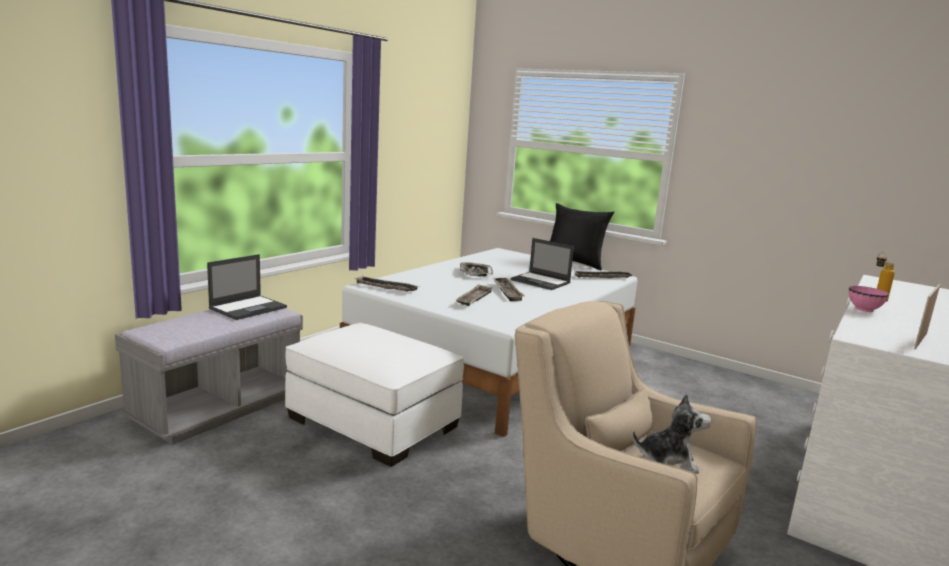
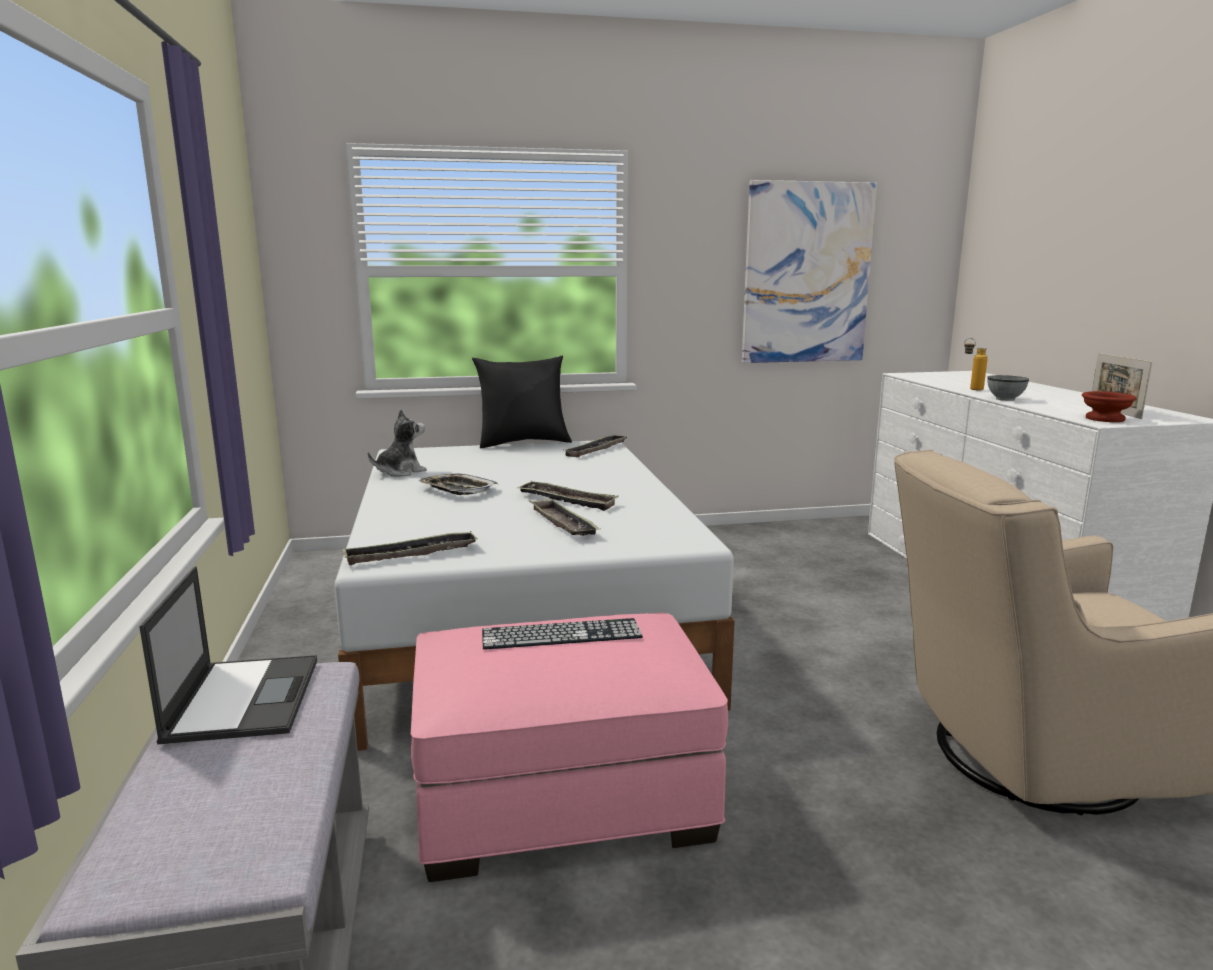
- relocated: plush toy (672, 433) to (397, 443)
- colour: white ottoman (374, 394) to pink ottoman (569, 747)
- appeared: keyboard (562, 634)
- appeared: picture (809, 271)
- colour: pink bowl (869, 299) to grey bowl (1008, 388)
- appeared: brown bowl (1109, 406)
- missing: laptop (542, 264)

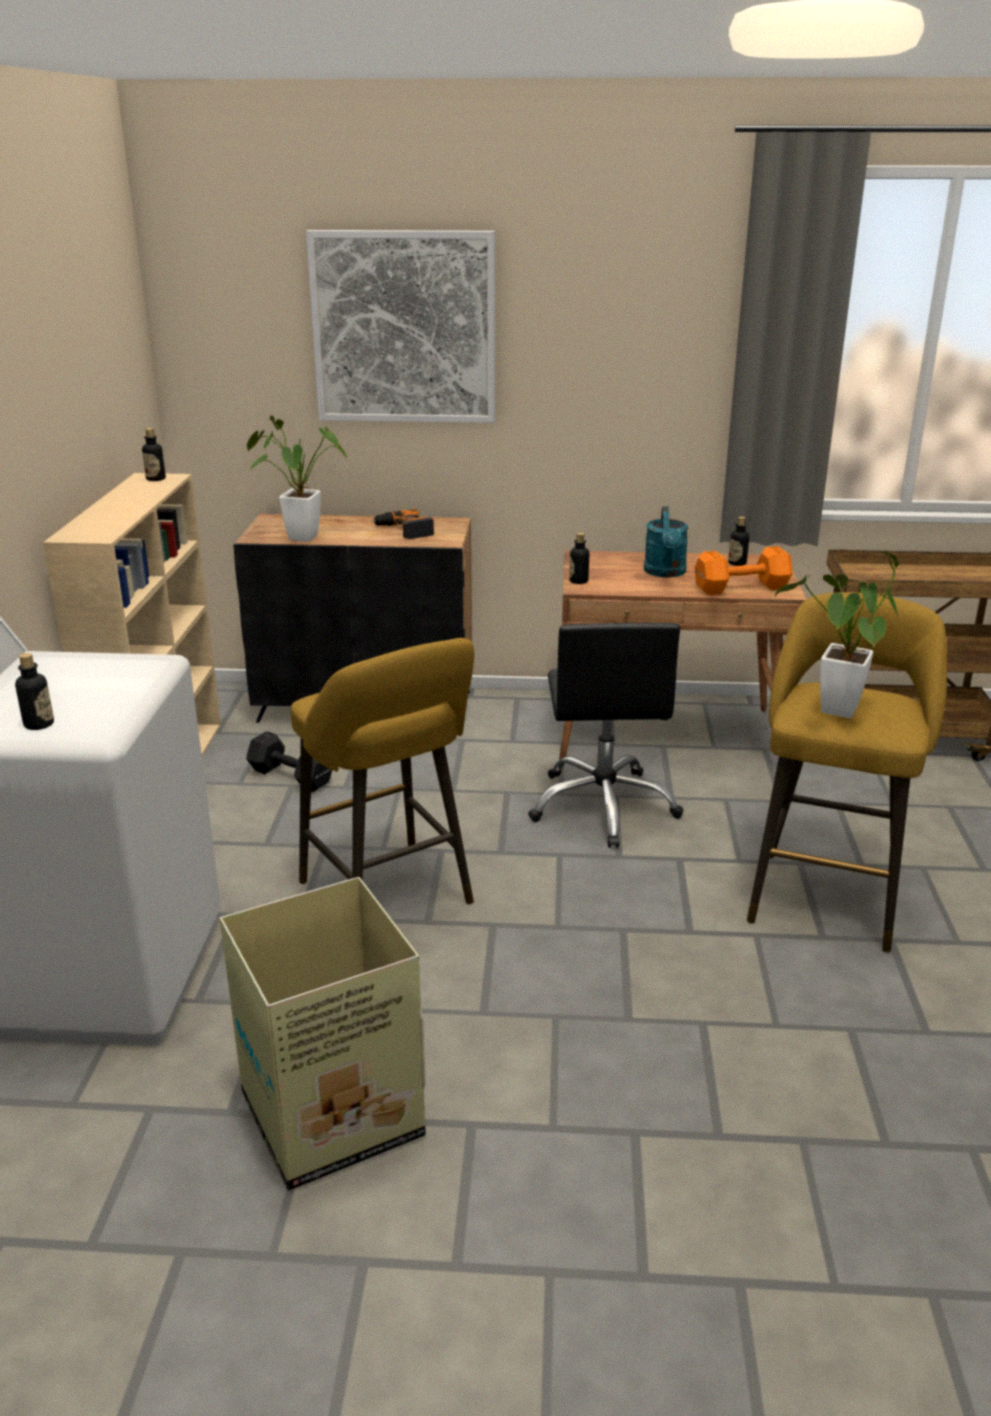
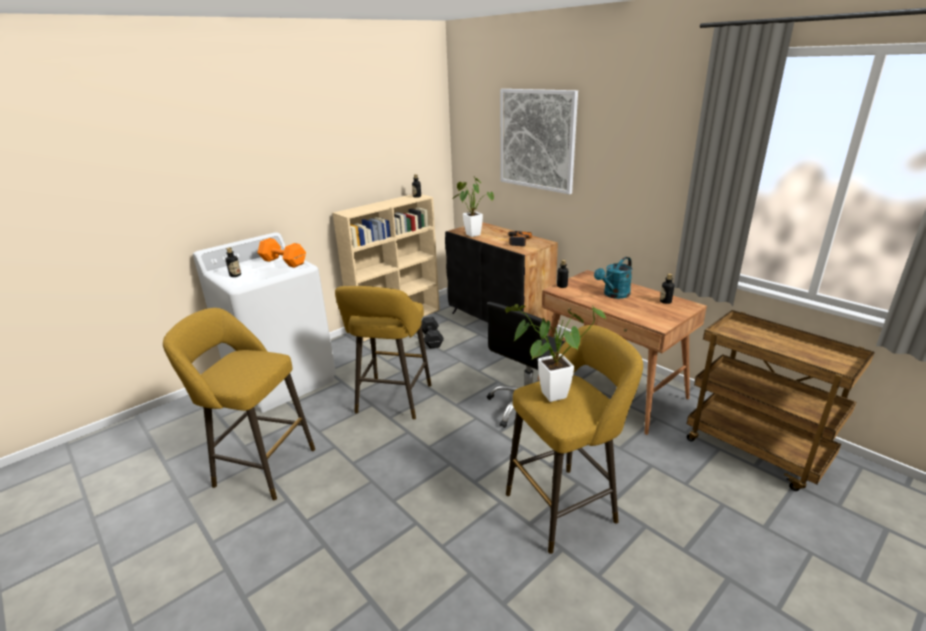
- exchanged: cardboard box (323, 1034) to yellow stool (239, 404)
- relocated: orange dumbbell (743, 570) to (281, 253)

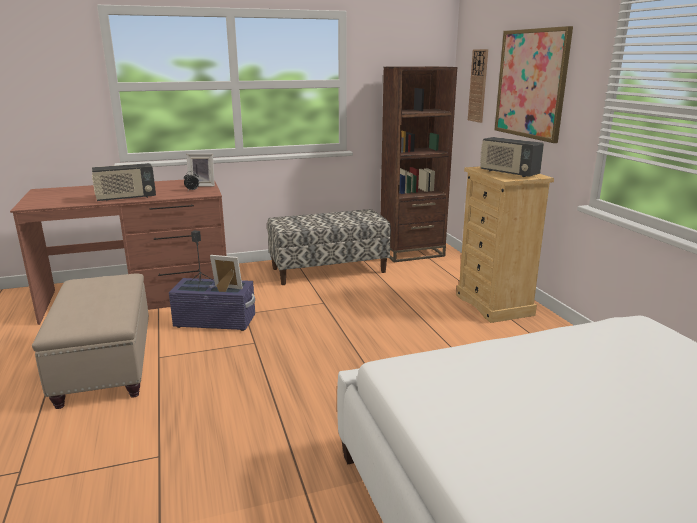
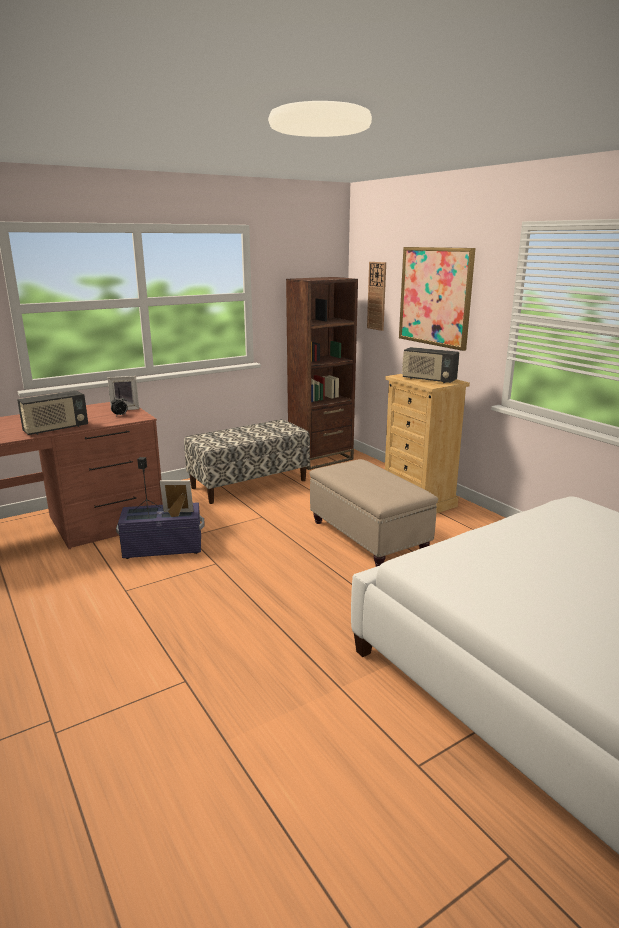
- relocated: beige ottoman (90, 341) to (373, 513)

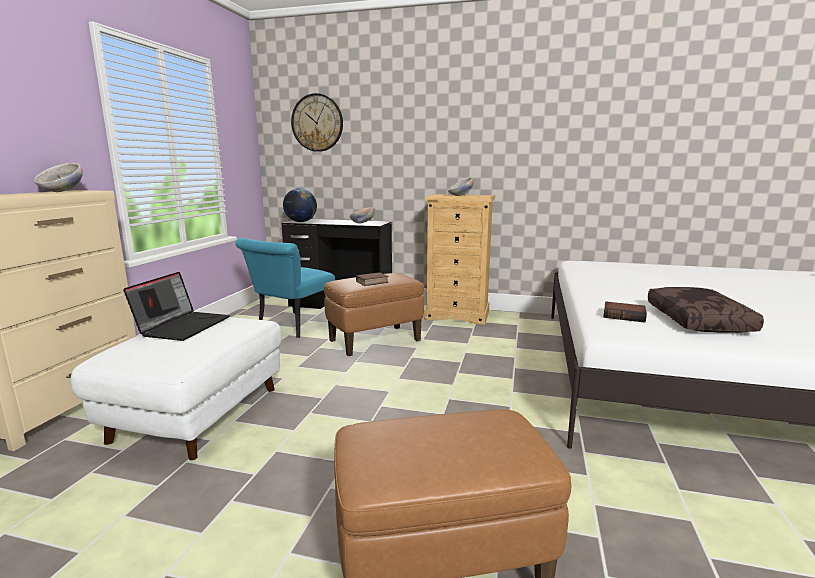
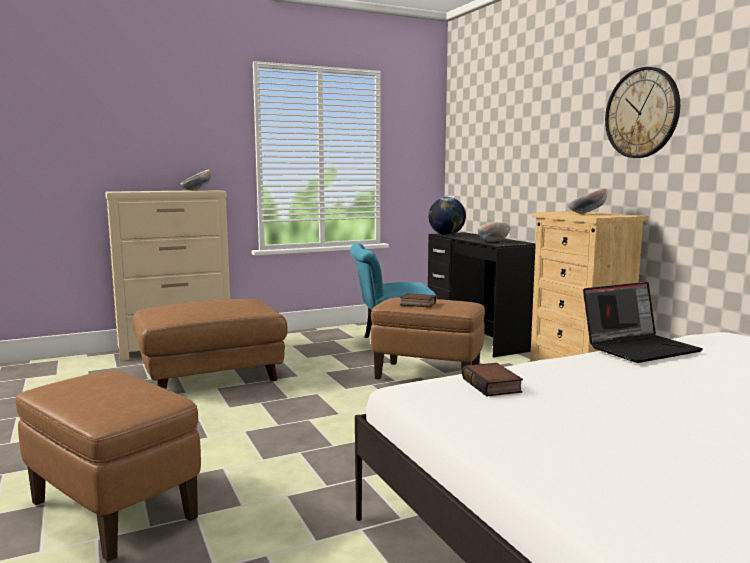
- colour: white ottoman (176, 388) to brown ottoman (210, 344)
- relocated: laptop (176, 306) to (643, 322)
- relocated: wall clock (317, 122) to (642, 112)
- missing: brown pillow (706, 310)

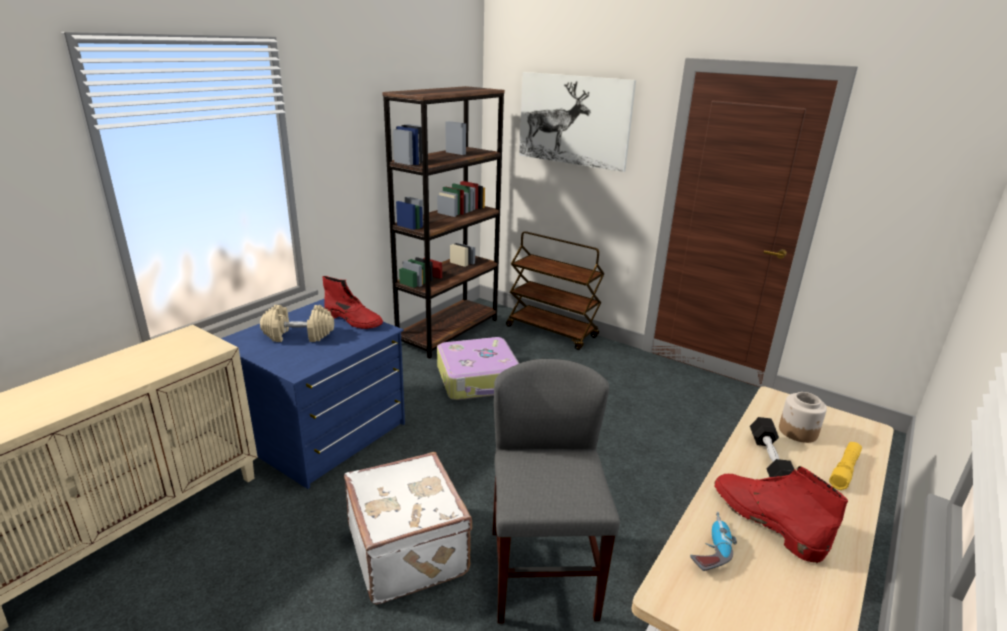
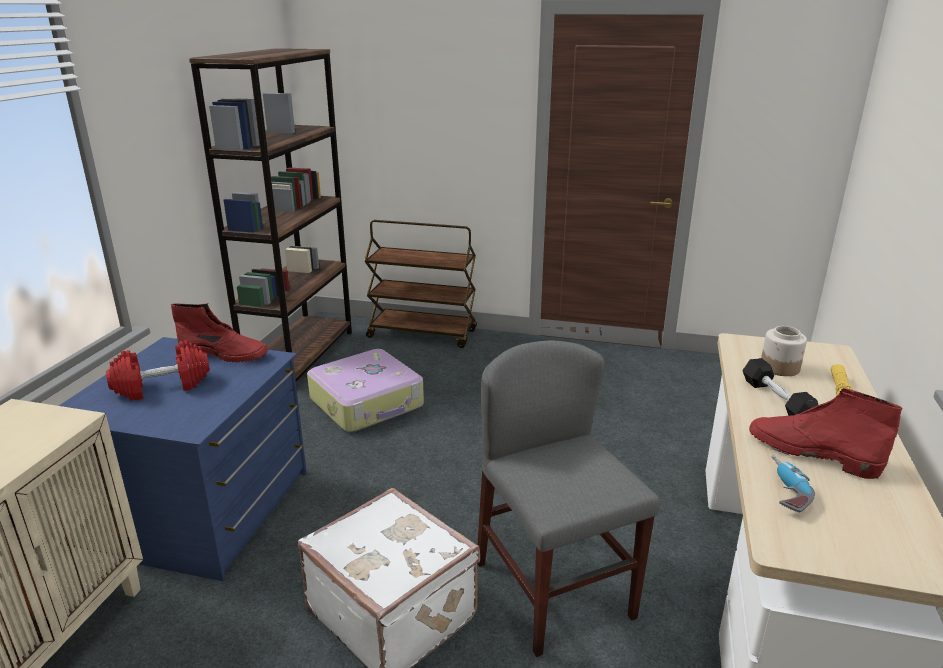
- colour: beige dumbbell (297, 323) to red dumbbell (158, 370)
- missing: picture (577, 122)

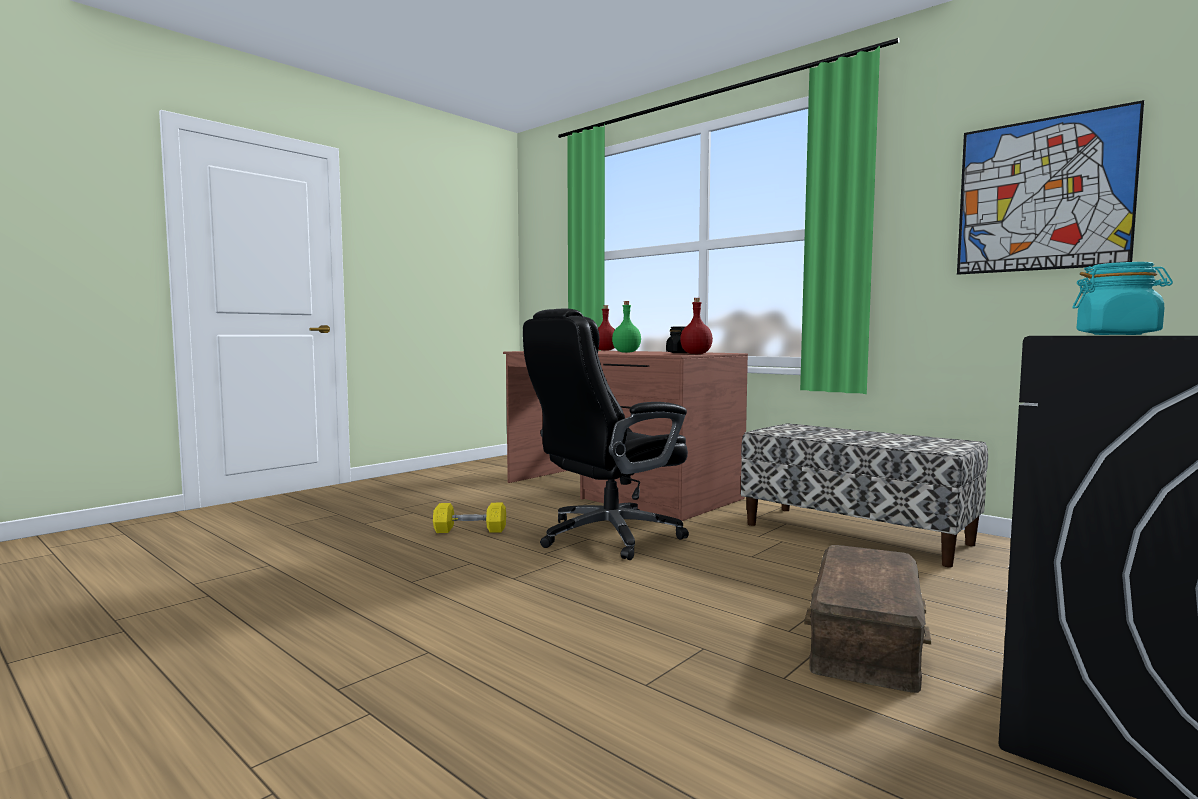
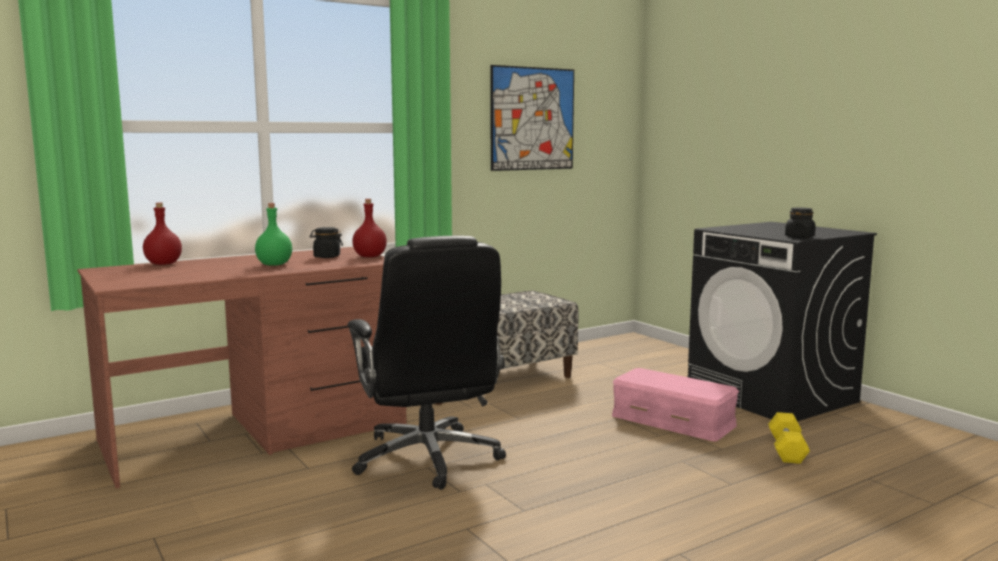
- colour: brown storage box (867, 619) to pink storage box (675, 404)
- relocated: yellow dumbbell (469, 518) to (789, 438)
- colour: turquoise jar (1122, 298) to black jar (800, 223)

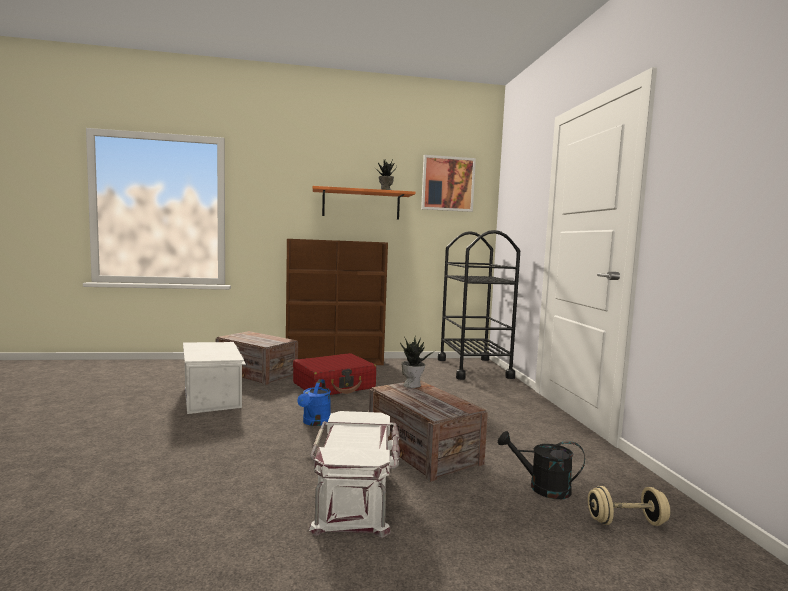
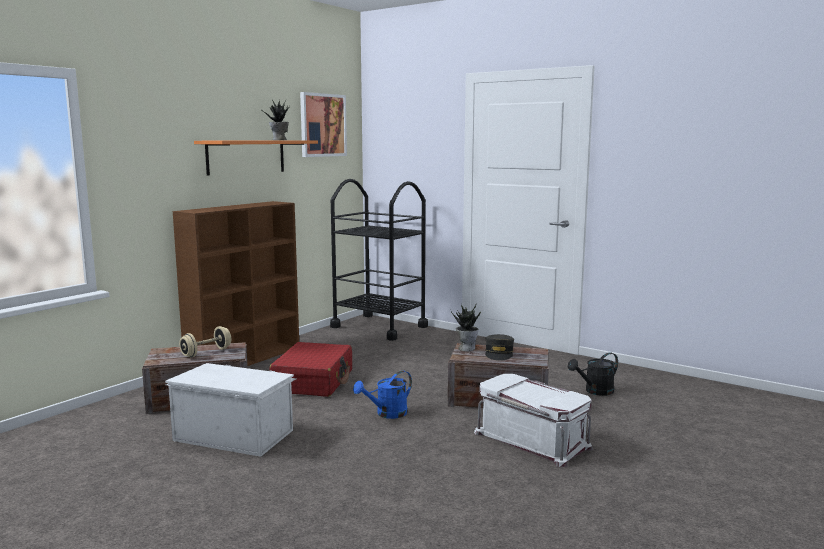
- relocated: beige dumbbell (629, 506) to (205, 341)
- spun: blue watering can (314, 402) = (382, 395) 90 degrees clockwise
- appeared: grey cap (499, 347)

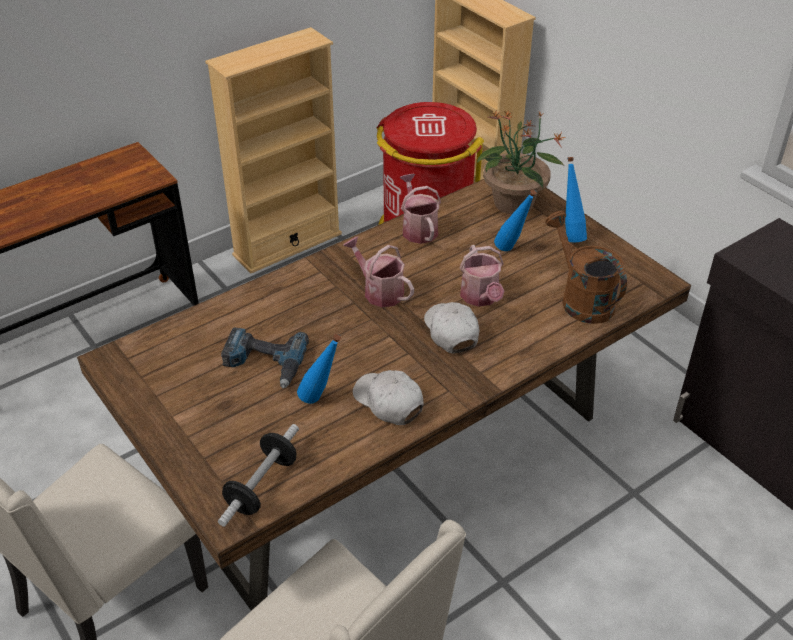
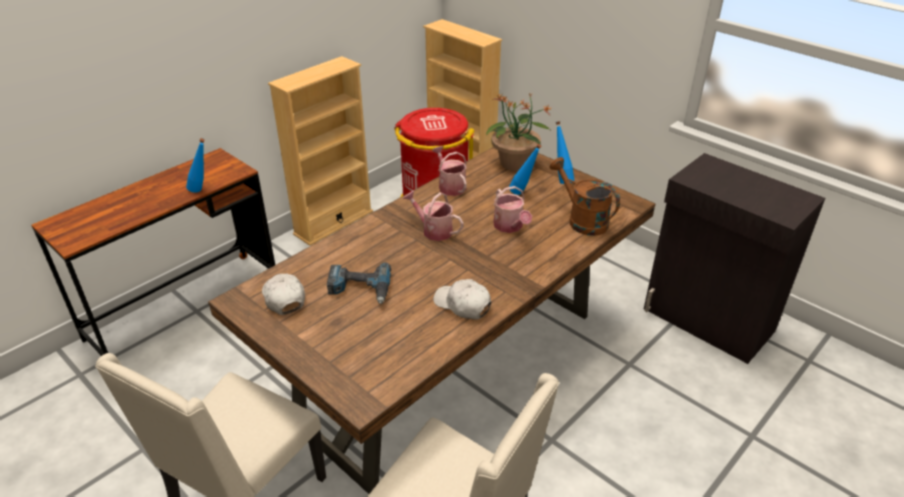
- relocated: blue bottle (319, 369) to (195, 165)
- relocated: white cap (451, 328) to (283, 294)
- missing: dumbbell (258, 475)

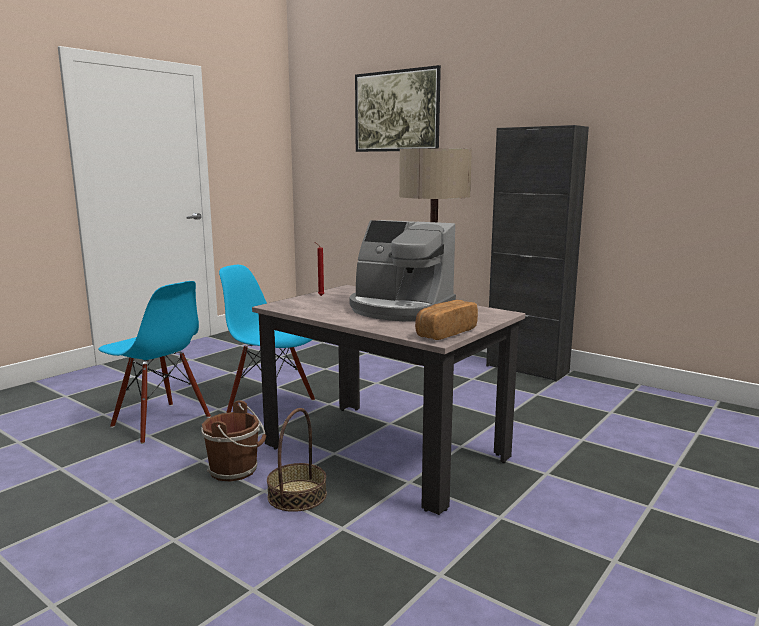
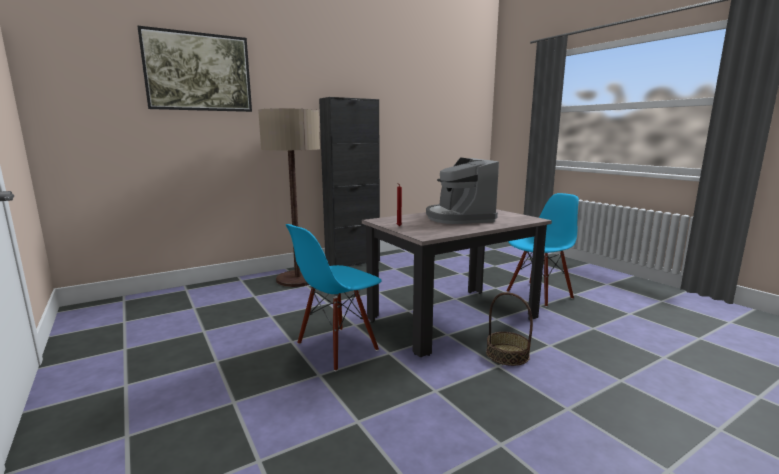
- spun: coffee machine (402, 270) = (462, 191) 120 degrees clockwise
- relocated: blue chair (154, 362) to (543, 250)
- missing: brown bucket (233, 441)
- missing: bread (446, 320)

